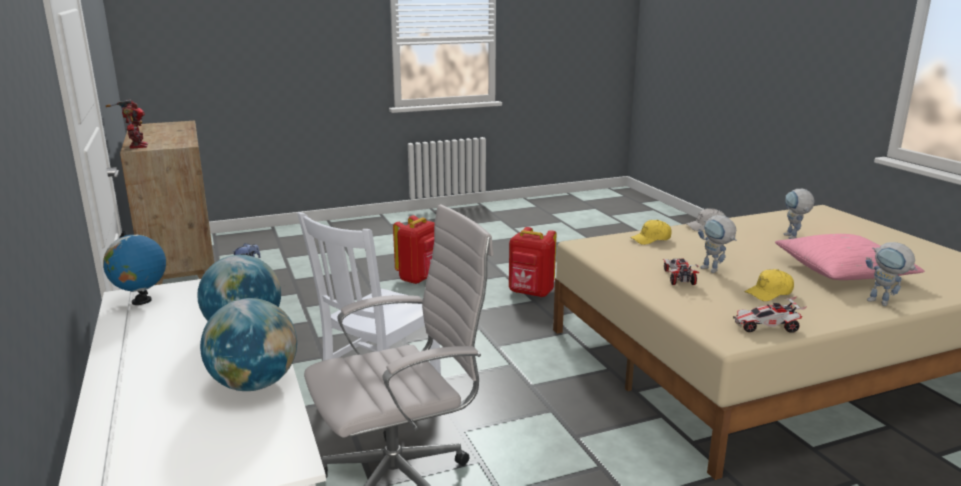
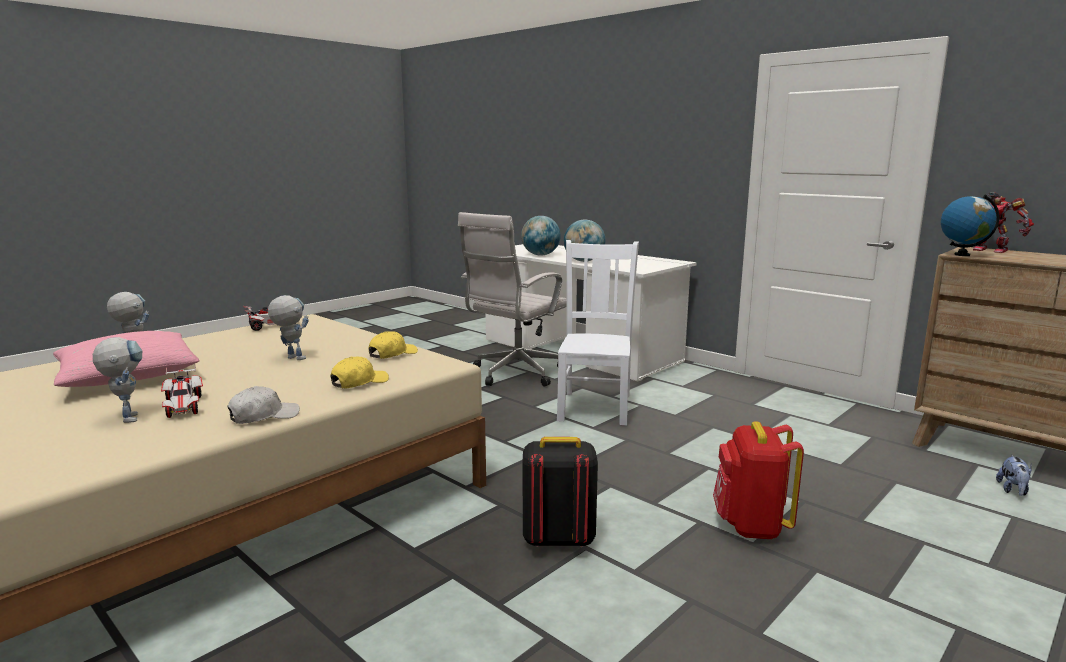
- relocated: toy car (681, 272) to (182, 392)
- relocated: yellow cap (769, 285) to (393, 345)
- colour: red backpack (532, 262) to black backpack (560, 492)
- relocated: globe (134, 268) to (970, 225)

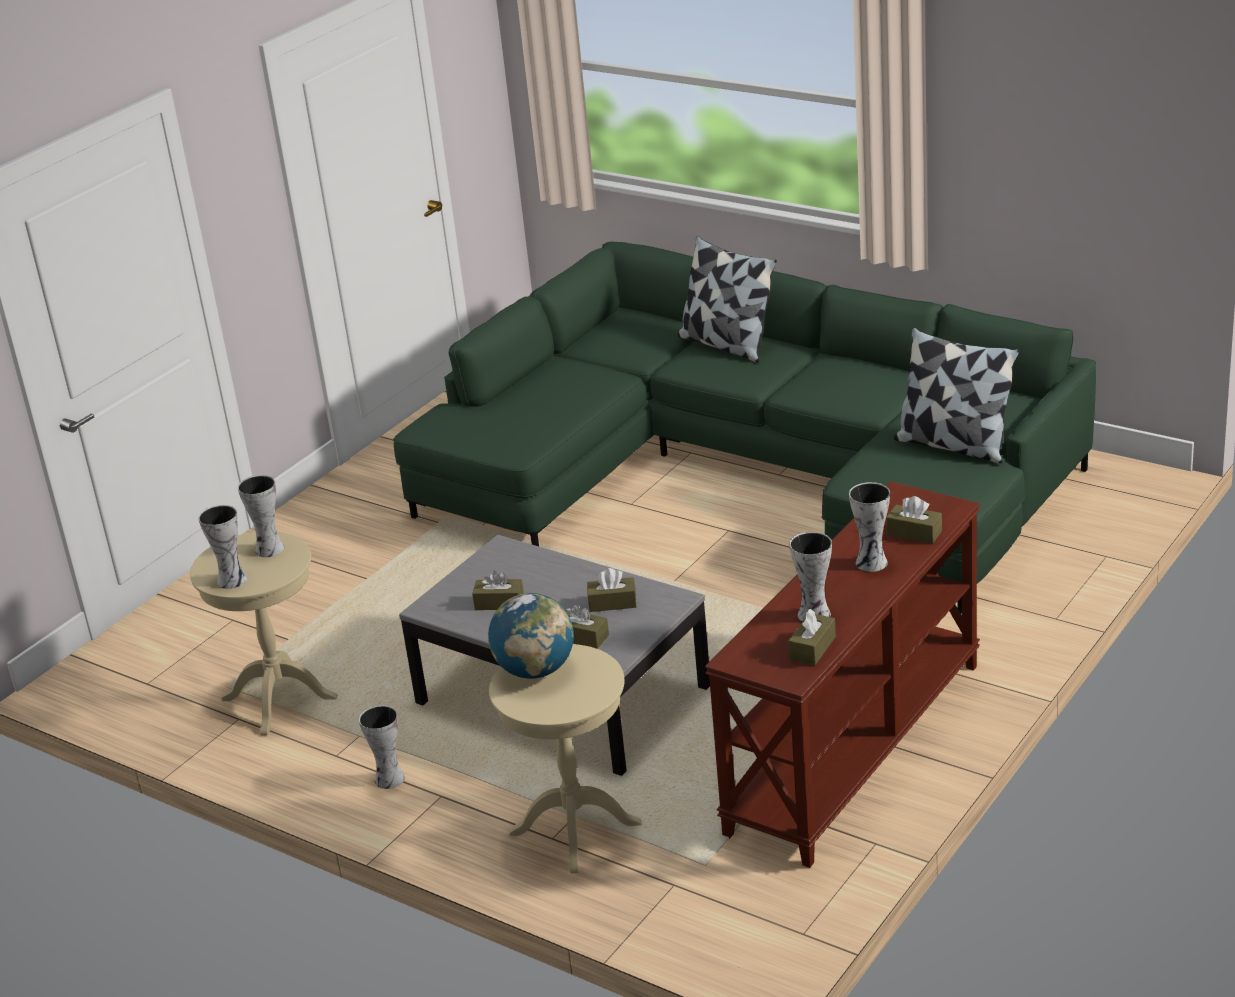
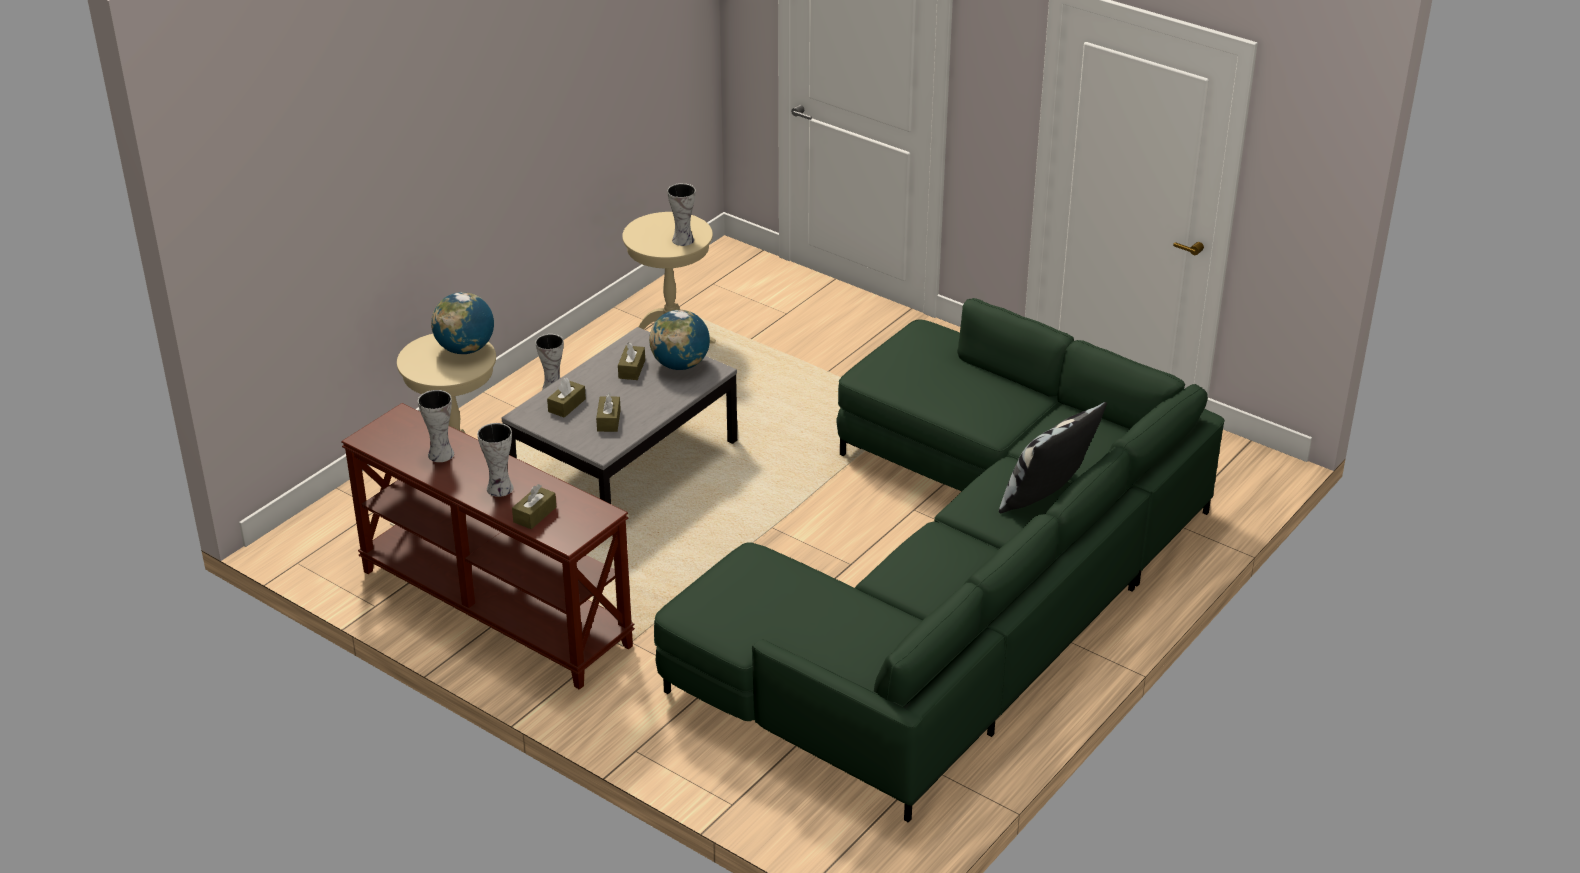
- appeared: globe (679, 340)
- missing: vase (222, 547)
- missing: brown tissue box (812, 637)
- missing: pillow (957, 395)

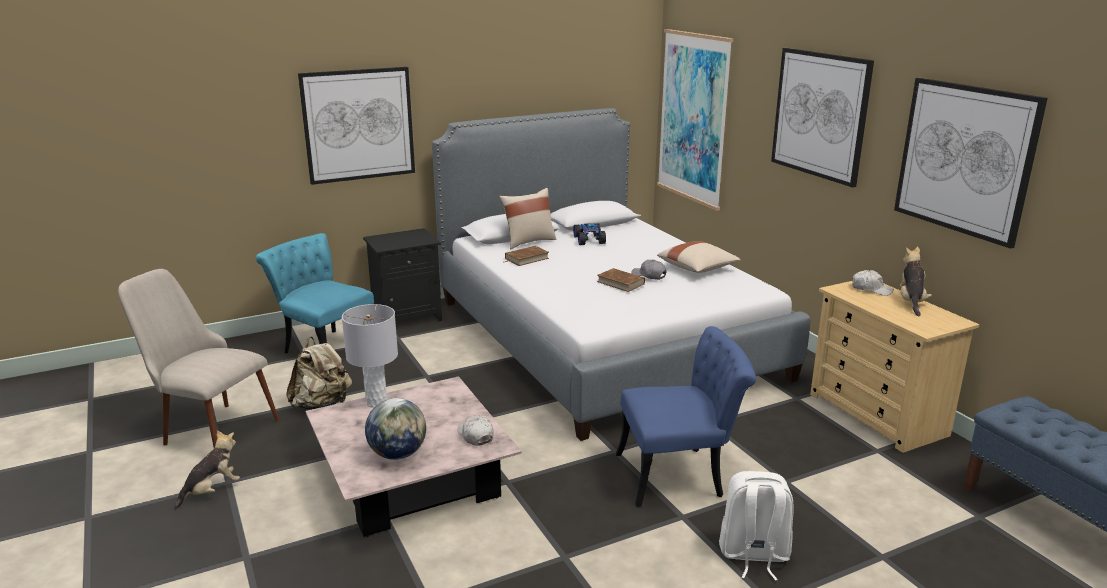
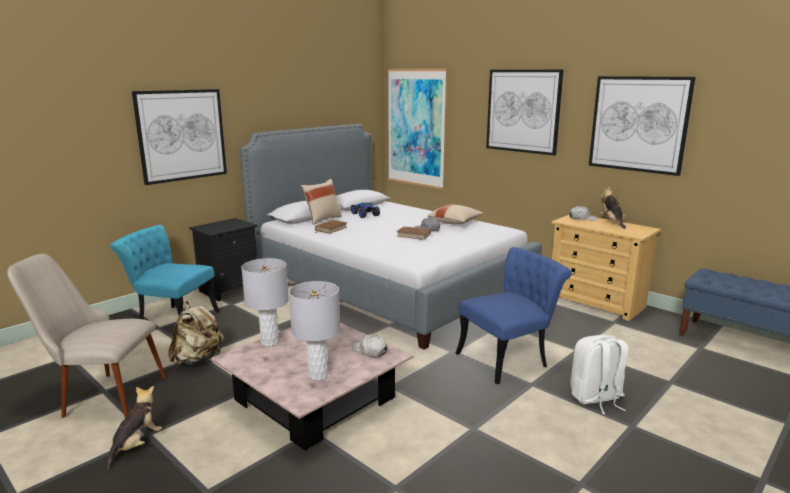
- exchanged: globe (395, 429) to grey table lamp (314, 330)

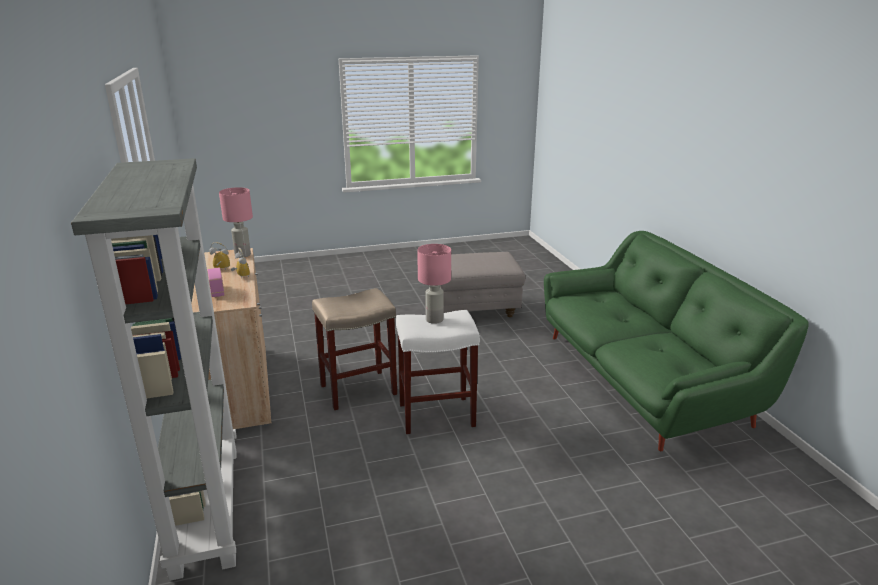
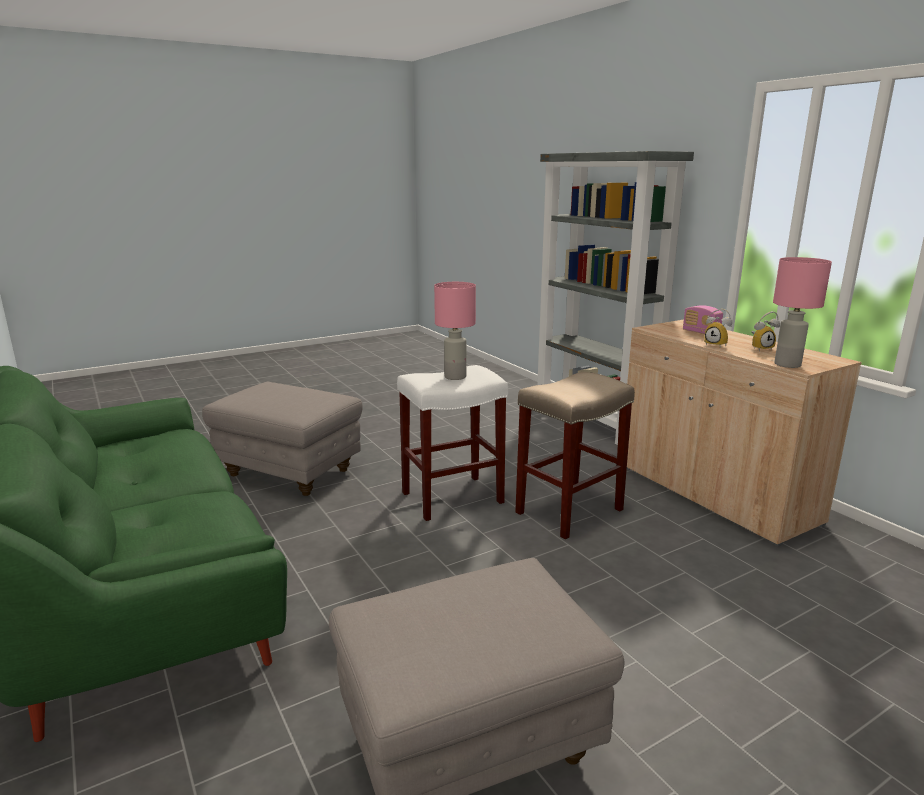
- appeared: grey ottoman (282, 438)

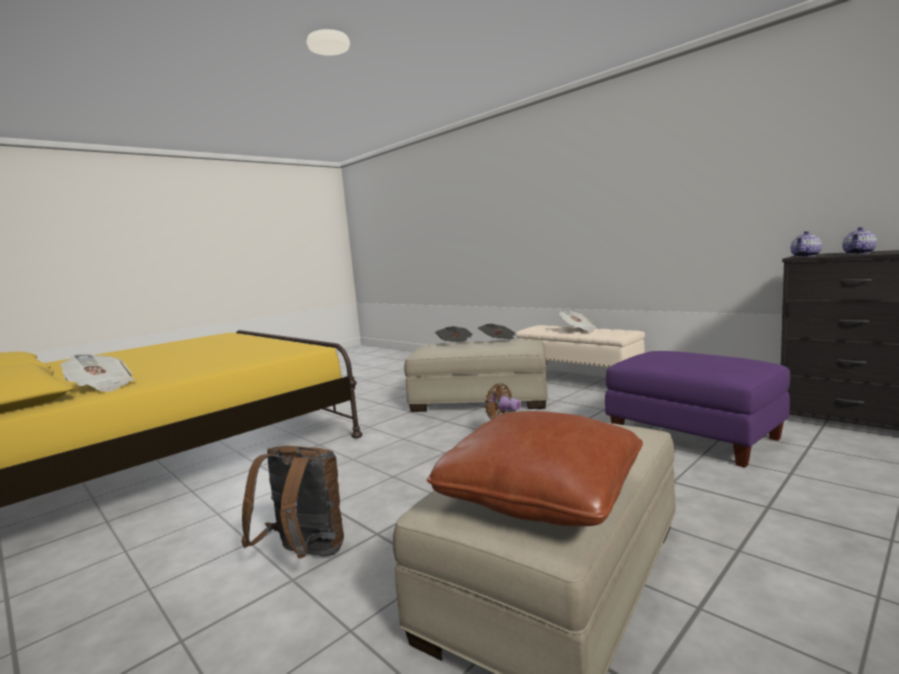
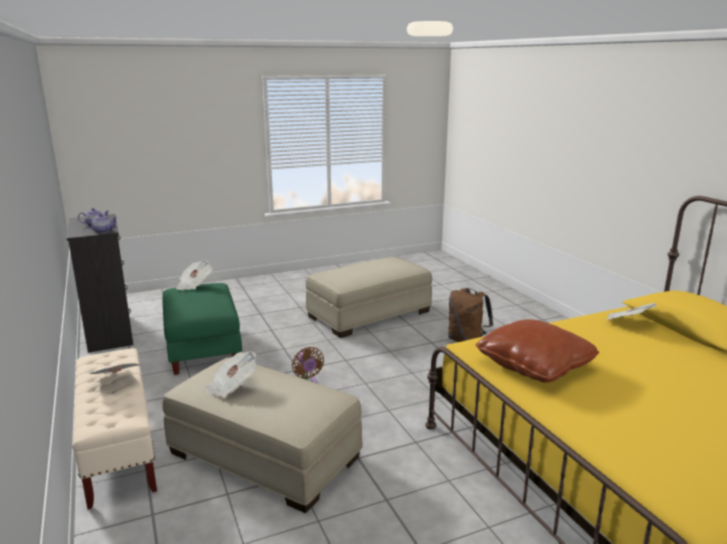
- colour: purple ottoman (697, 409) to green ottoman (202, 329)
- relocated: newspaper (454, 334) to (194, 275)
- relocated: brown pillow (535, 468) to (537, 351)

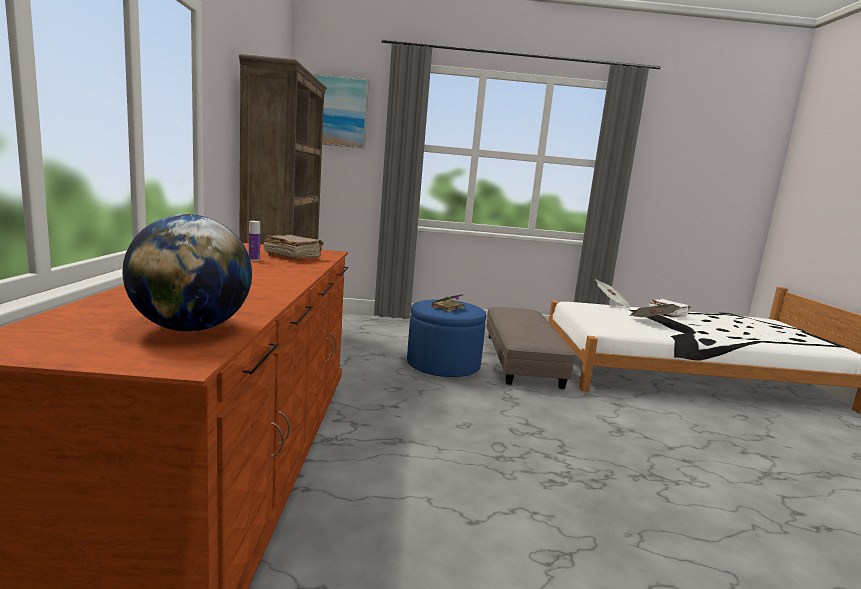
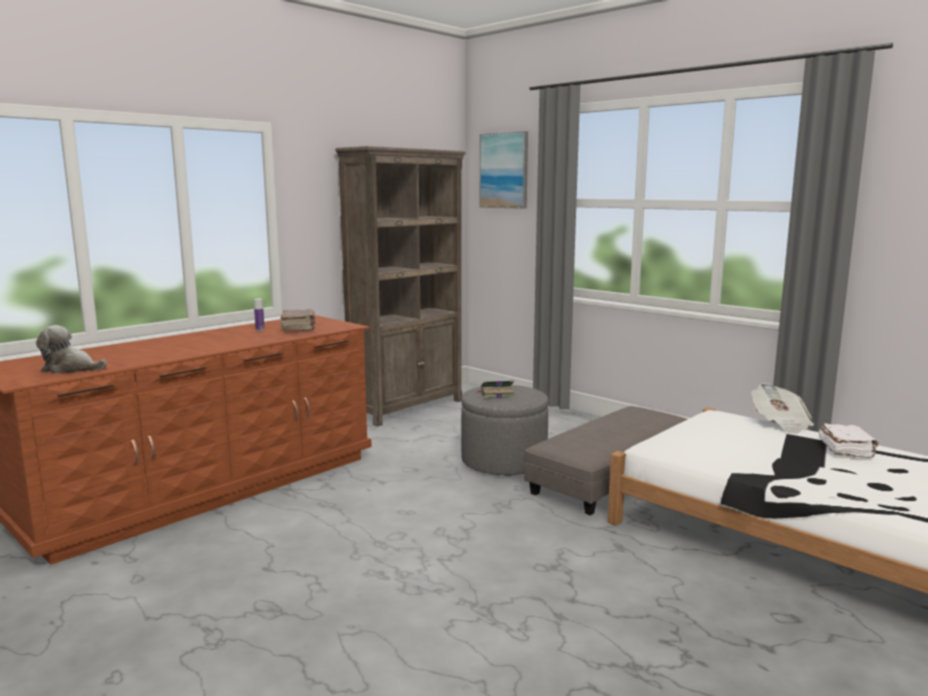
- exchanged: globe (187, 273) to plush toy (71, 349)
- colour: blue ottoman (446, 338) to grey ottoman (505, 430)
- missing: newspaper (655, 310)

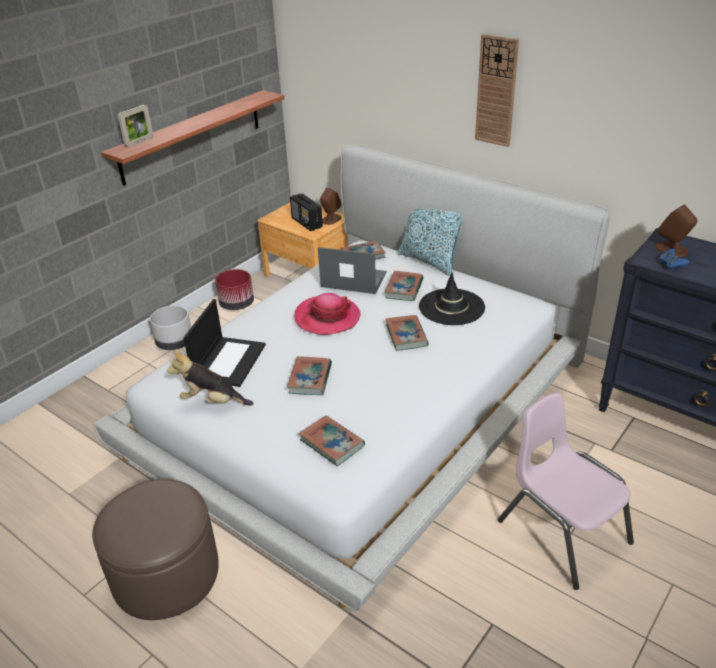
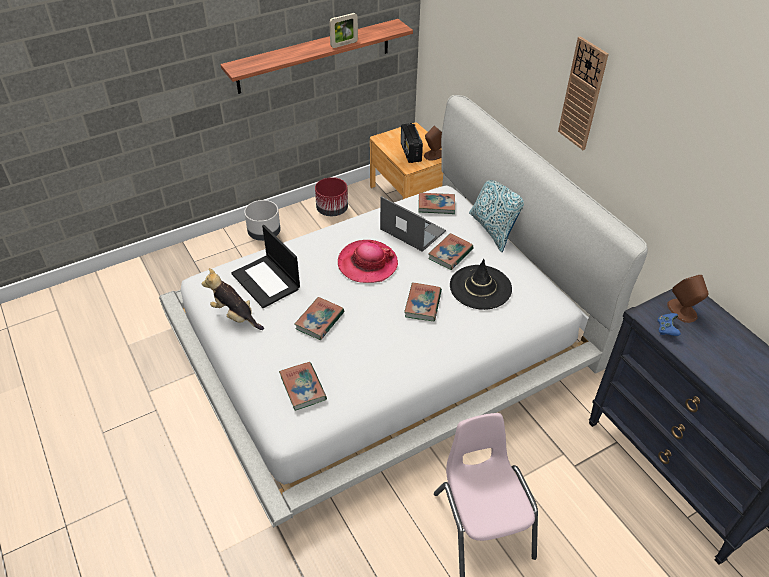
- spun: laptop (224, 343) = (265, 266) 105 degrees clockwise
- relocated: picture frame (135, 126) to (343, 30)
- missing: brown ottoman (155, 549)

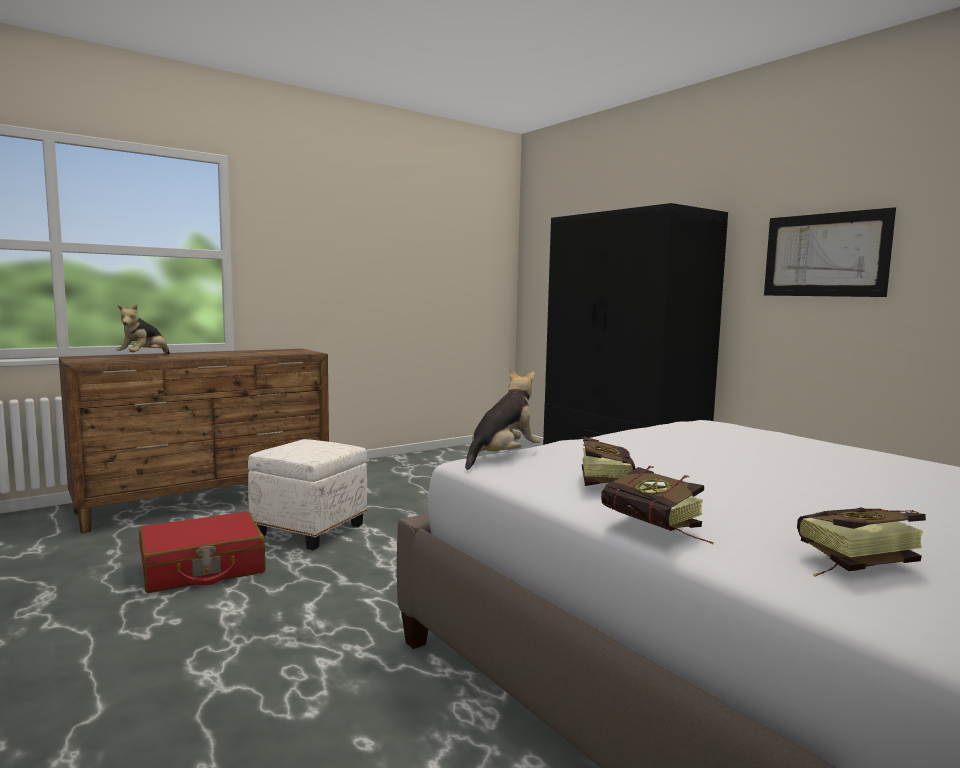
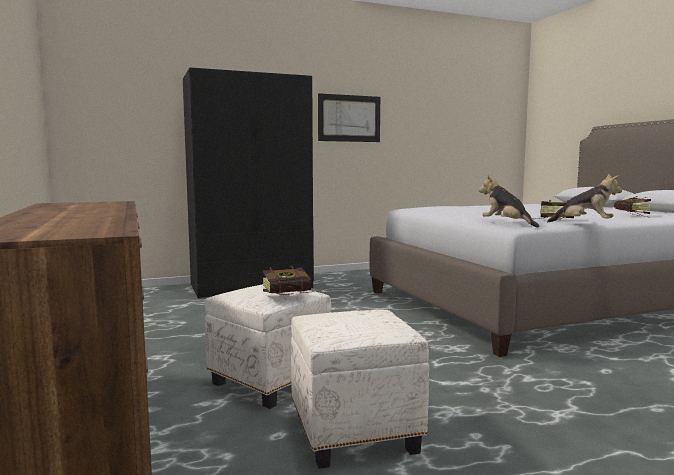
- relocated: book (658, 505) to (289, 280)
- exchanged: red suitcase (202, 552) to white ottoman (360, 389)
- relocated: plush toy (143, 329) to (584, 198)

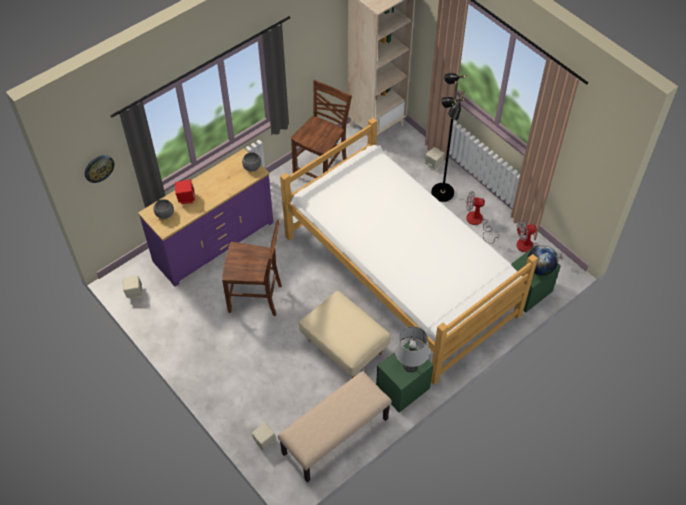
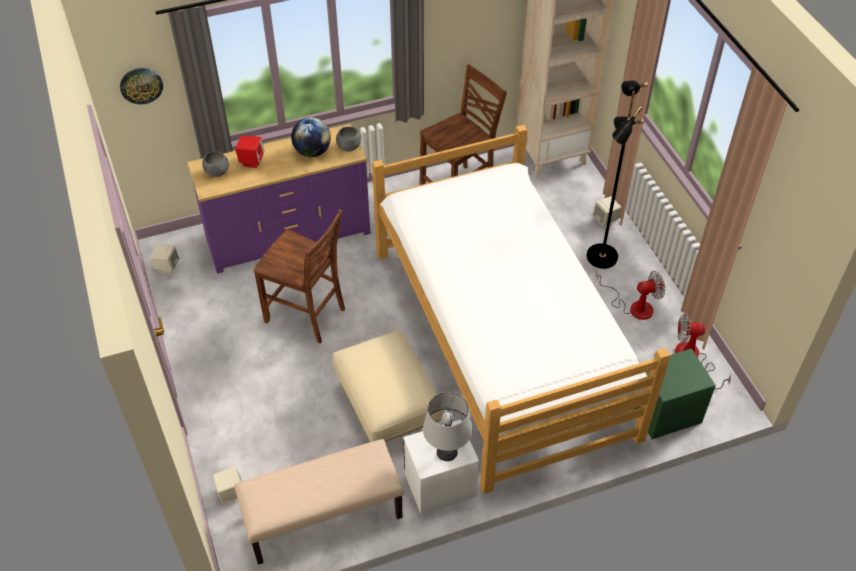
- relocated: globe (542, 260) to (311, 137)
- colour: green nightstand (404, 377) to white nightstand (441, 467)
- spun: fan (482, 217) = (630, 295) 135 degrees clockwise

